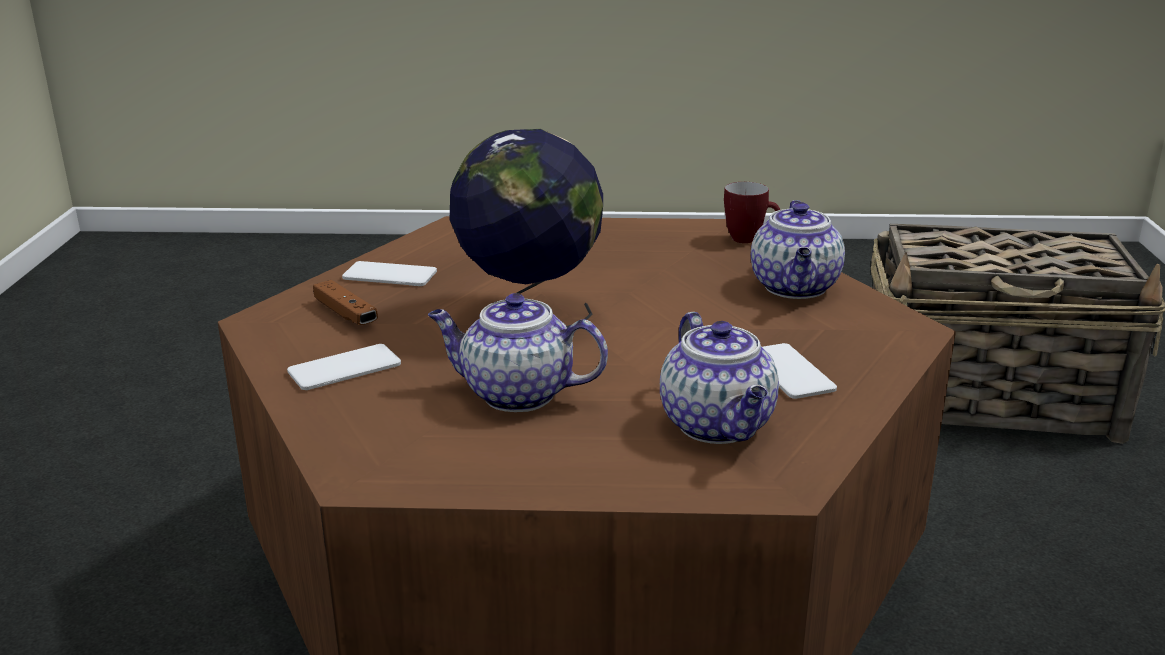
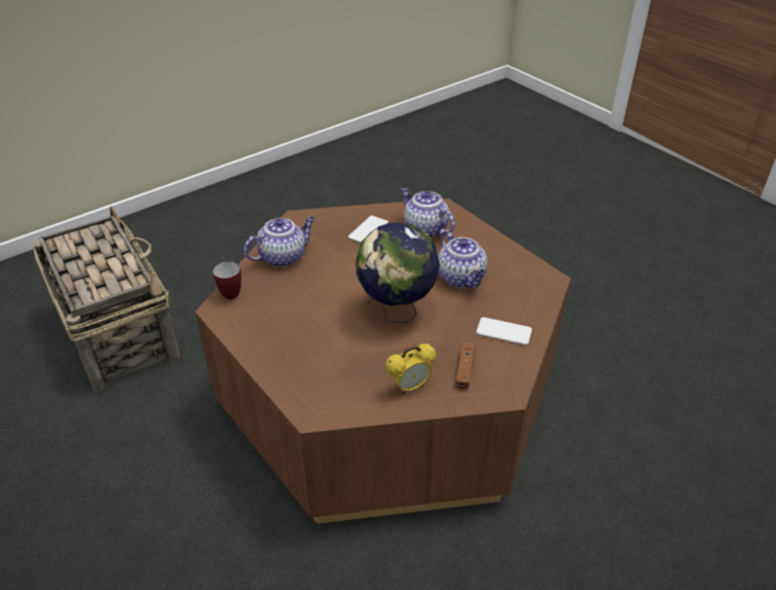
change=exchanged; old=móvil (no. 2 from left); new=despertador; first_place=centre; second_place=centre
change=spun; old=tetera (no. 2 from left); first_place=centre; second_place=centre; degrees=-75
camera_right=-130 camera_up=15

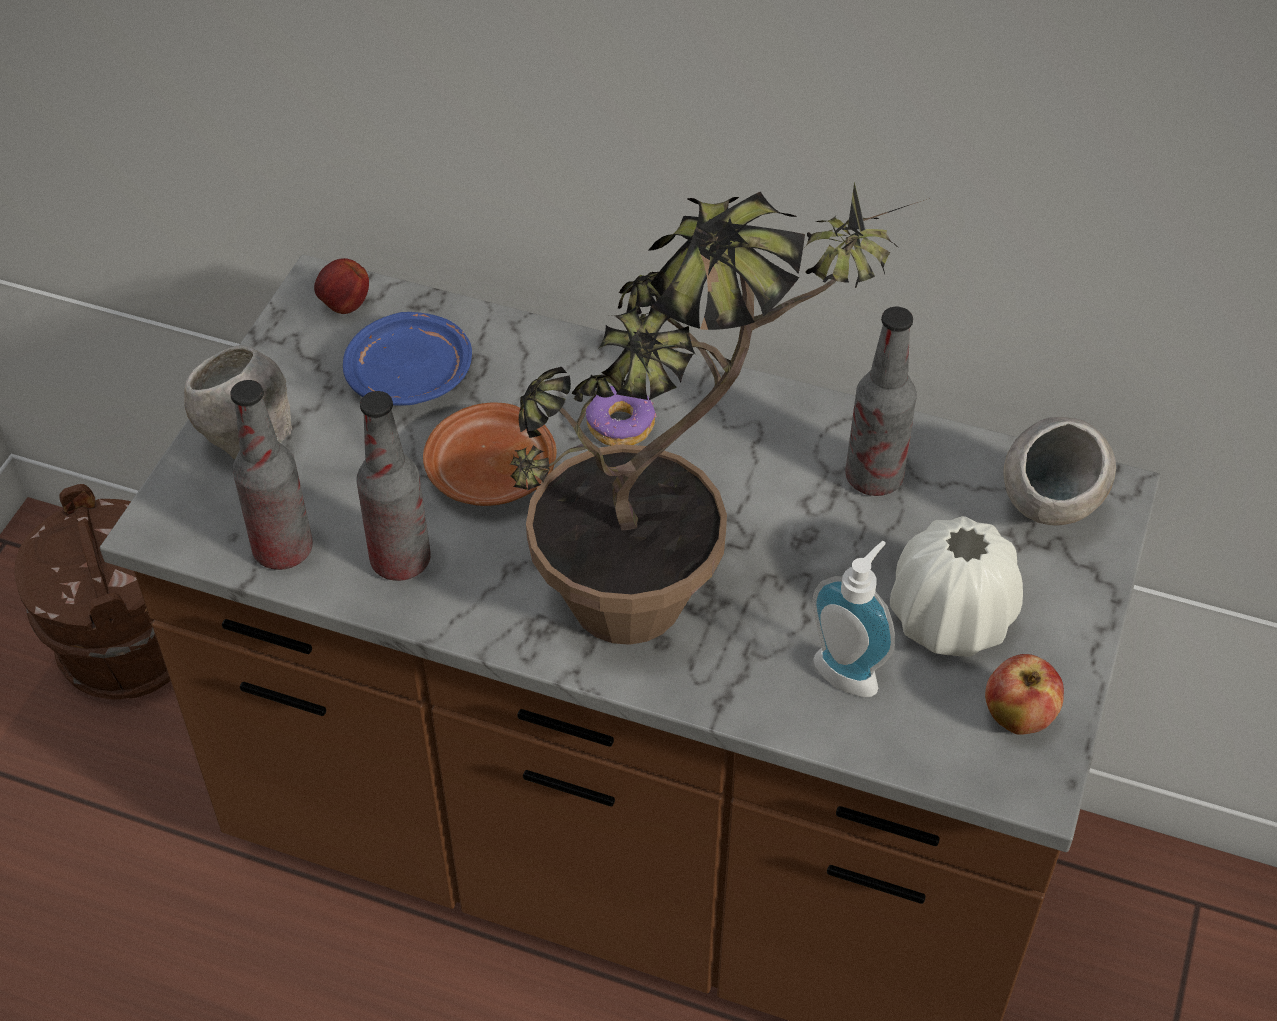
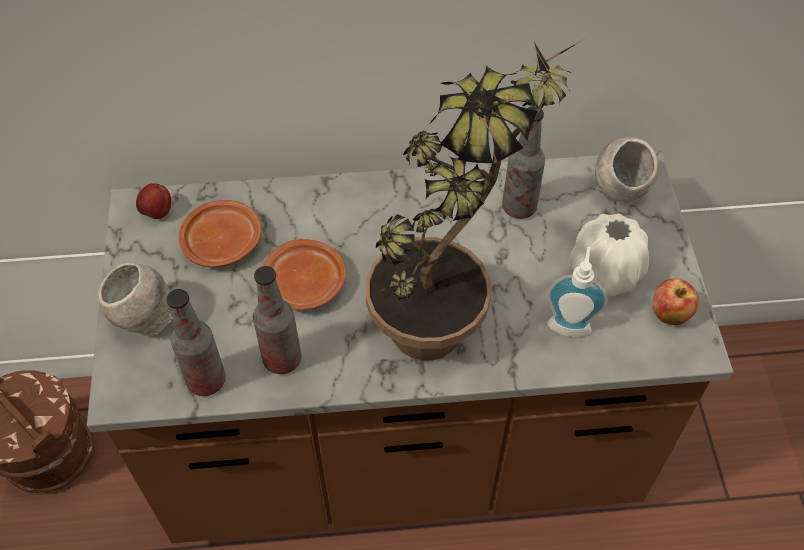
change=colour; old=plato (azul); new=plato (marrón) (no. 1 from left); first_place=middle left; second_place=middle left
change=missing; old=rosquilla; first_place=centre
camera_right=-25 camera_up=5

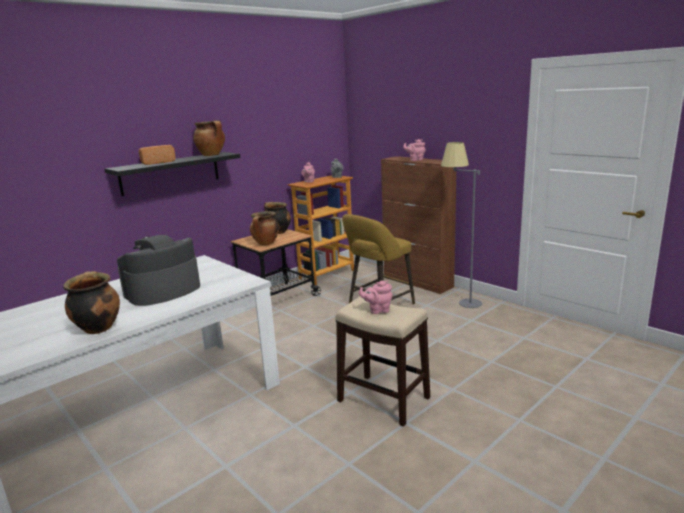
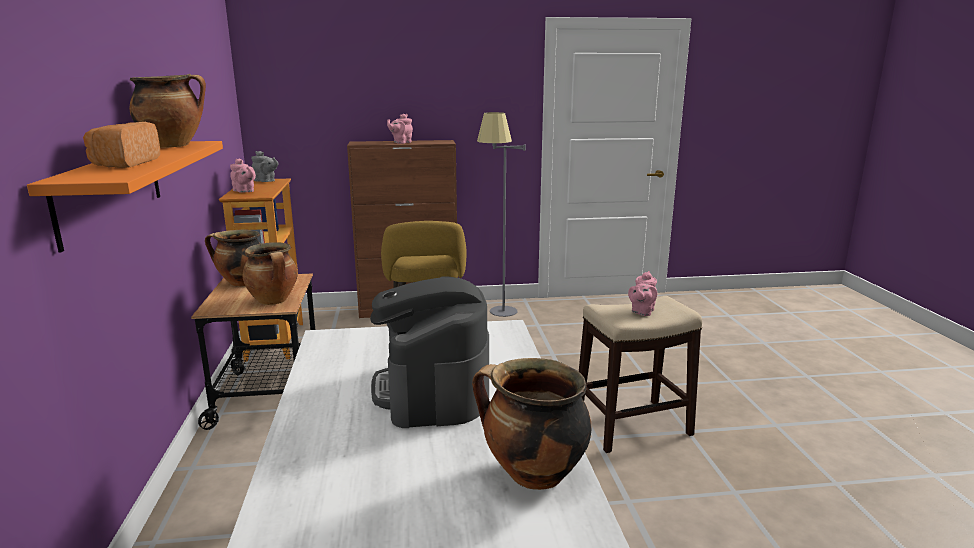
change=colour; old=estante (negro); new=estante (naranja); first_place=middle left; second_place=middle left
camera_right=-55 camera_up=0

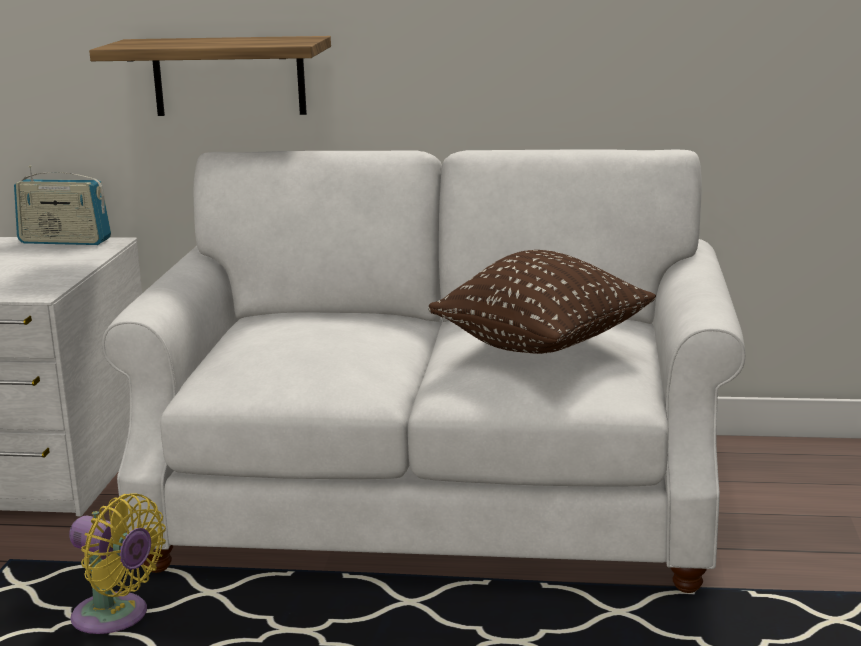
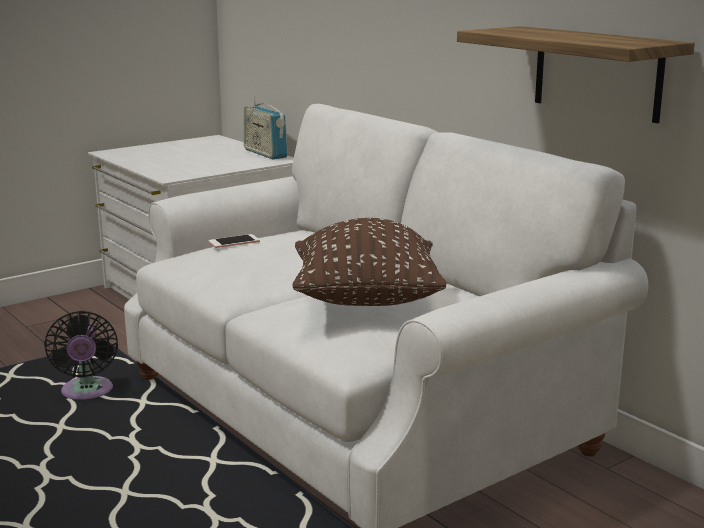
change=colour; old=ventilador (amarillo); new=ventilador (negro); first_place=bottom left; second_place=bottom left
change=relocated; old=estante; first_place=top left; second_place=top right
change=appeared; new=móvil; second_place=middle left
camera_right=45 camera_up=0

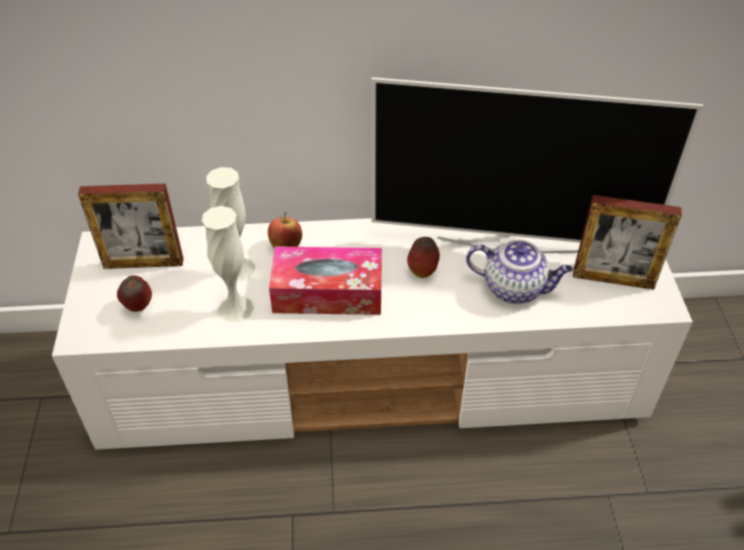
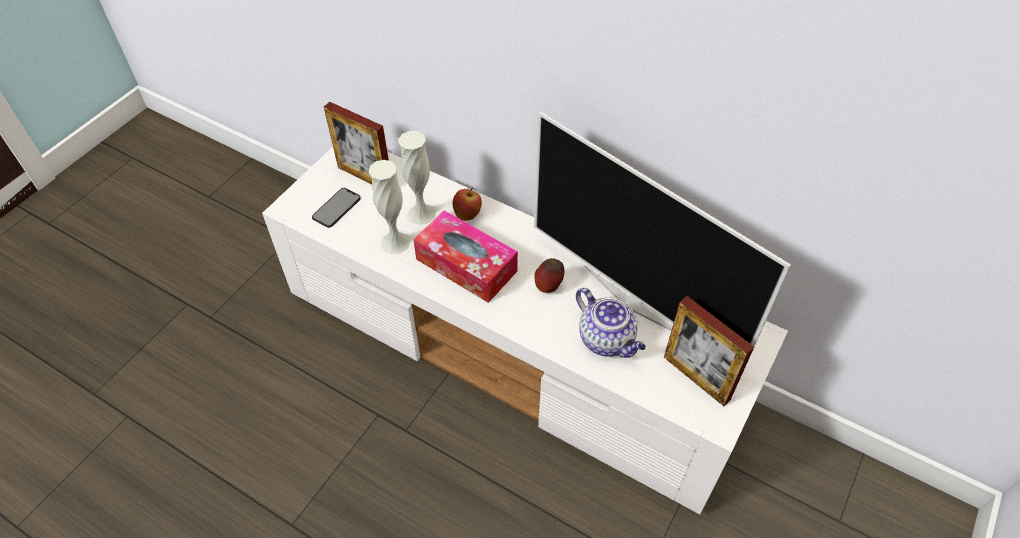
change=exchanged; old=manzana (no. 1 from left); new=móvil; first_place=middle left; second_place=middle left
camera_right=35 camera_up=5

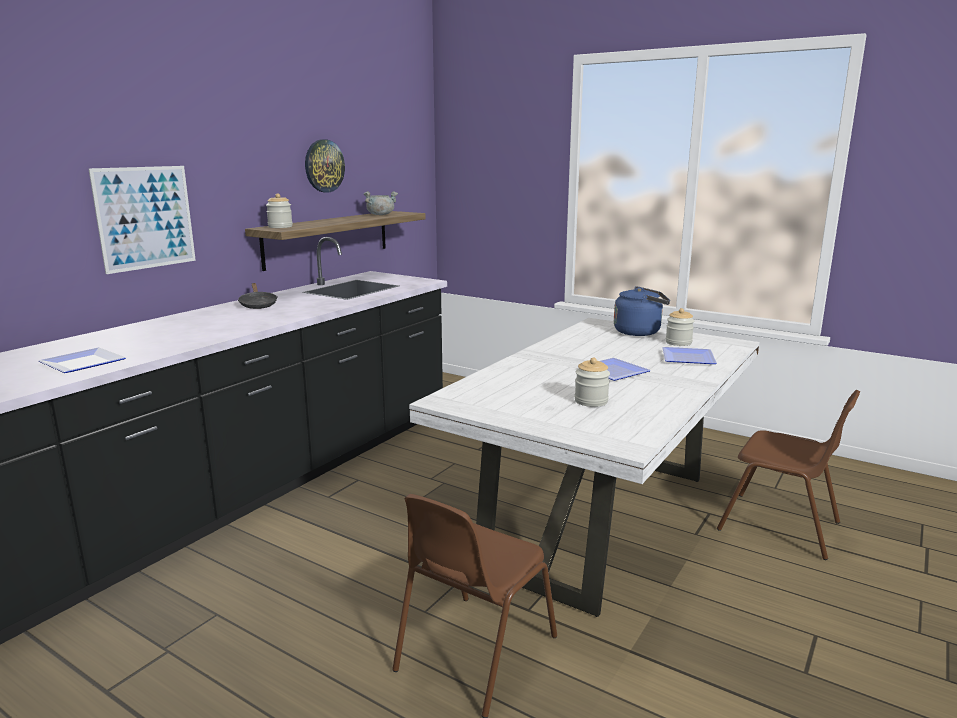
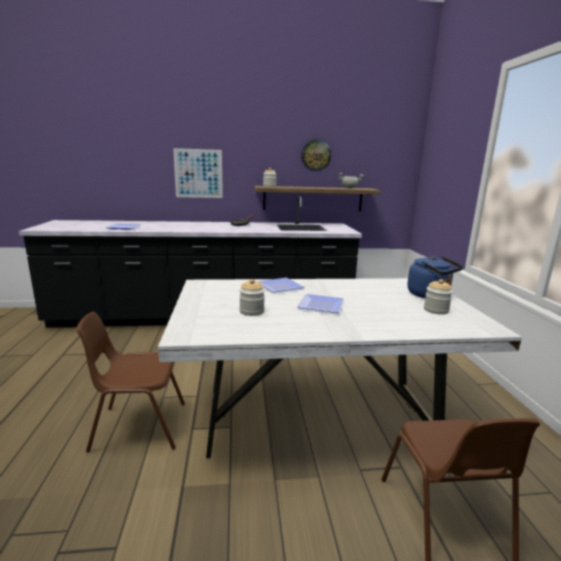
change=relocated; old=plato (no. 3 from left in the first image); new=plato (no. 2 from left); first_place=middle right; second_place=centre
camera_right=50 camera_up=0

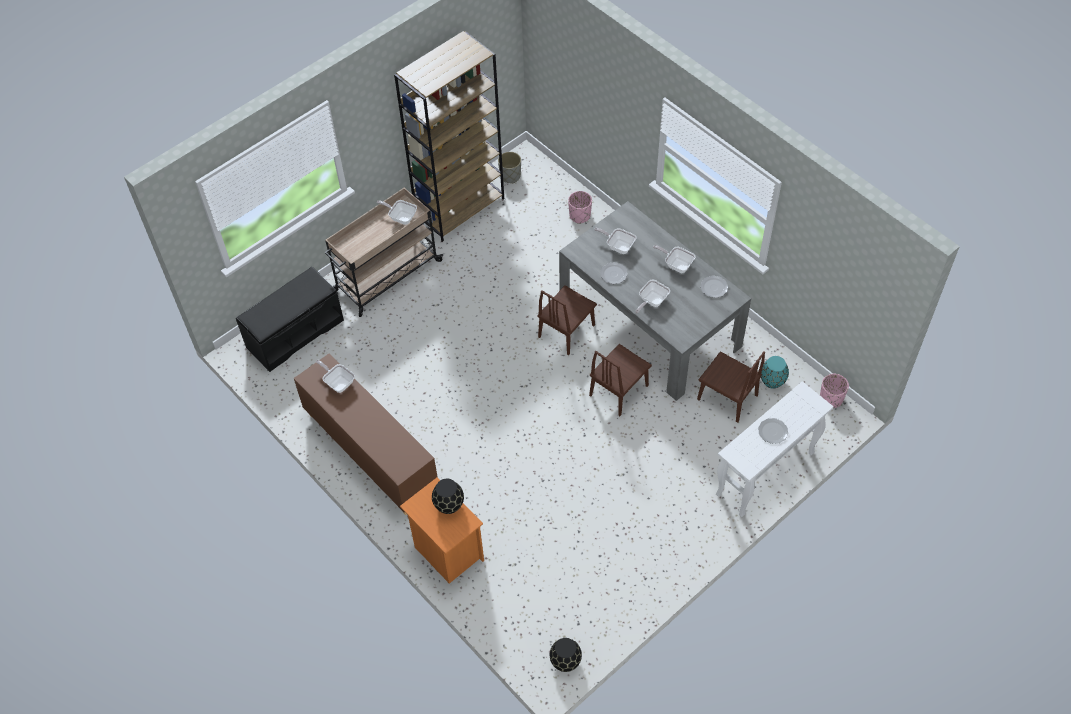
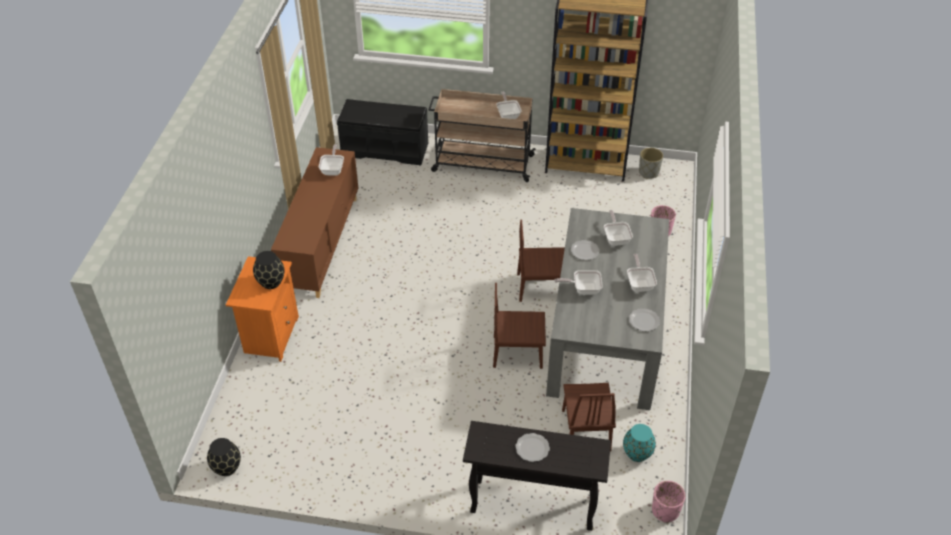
change=colour; old=mesa consola (blanco); new=mesa consola (negro); first_place=middle right; second_place=bottom centre
camera_right=50 camera_up=-10

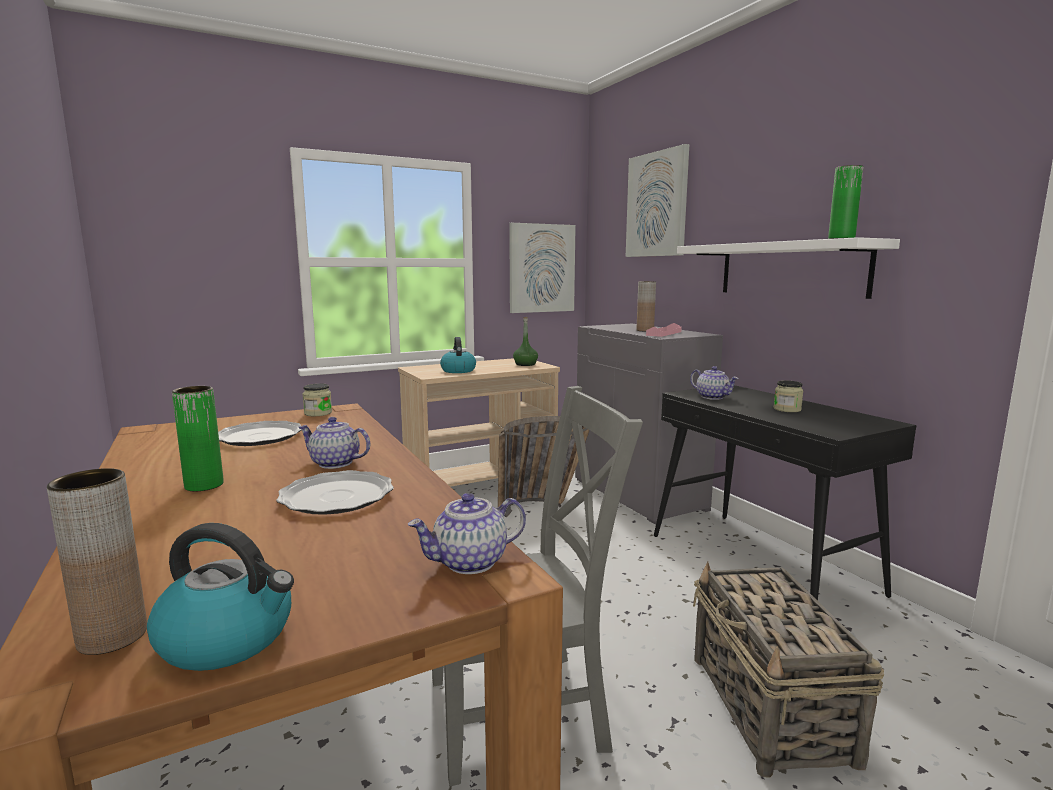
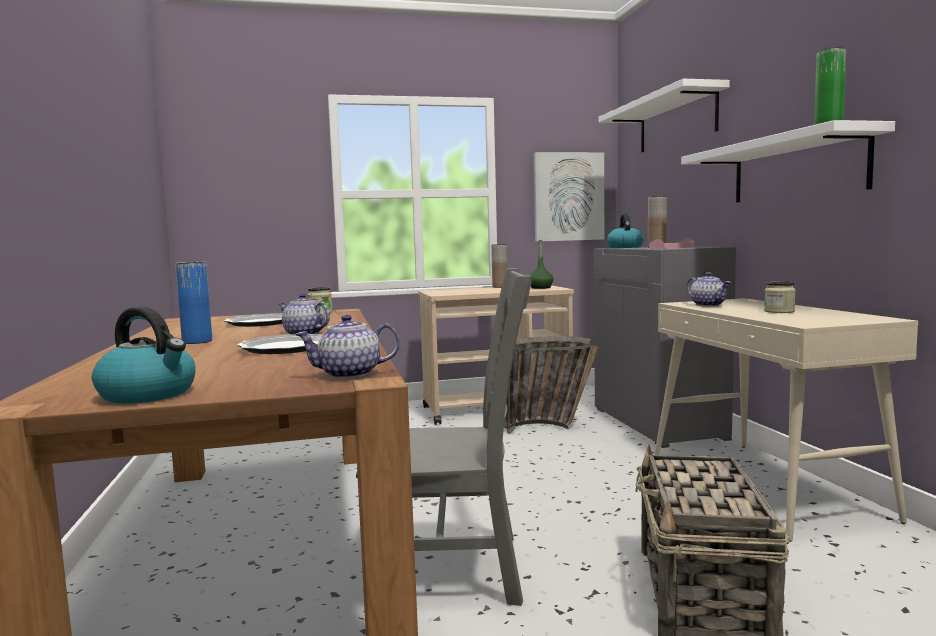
change=relocated; old=florero (marrón) (no. 1 from left); first_place=bottom left; second_place=centre
change=colour; old=florero (verde) (no. 1 from left); new=florero (azul); first_place=middle left; second_place=middle left
change=relocated; old=hervidor (no. 2 from left); first_place=centre; second_place=middle right
change=exchanged; old=cuadro (no. 2 from left); new=estante (blanco) (no. 1 from left); first_place=top centre; second_place=top right
change=colour; old=mesa consola (negro); new=mesa consola (beis); first_place=middle right; second_place=middle right
camera_right=15 camera_up=-5

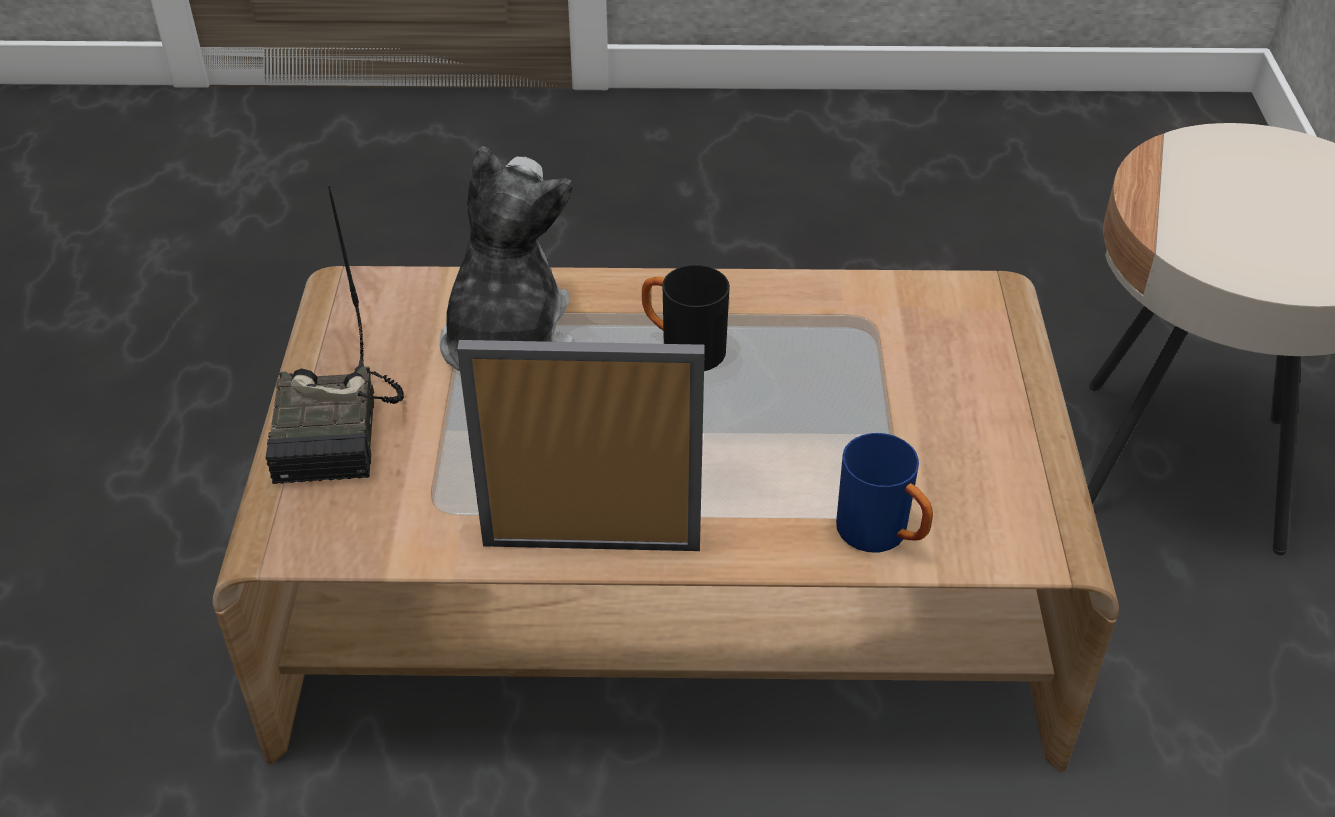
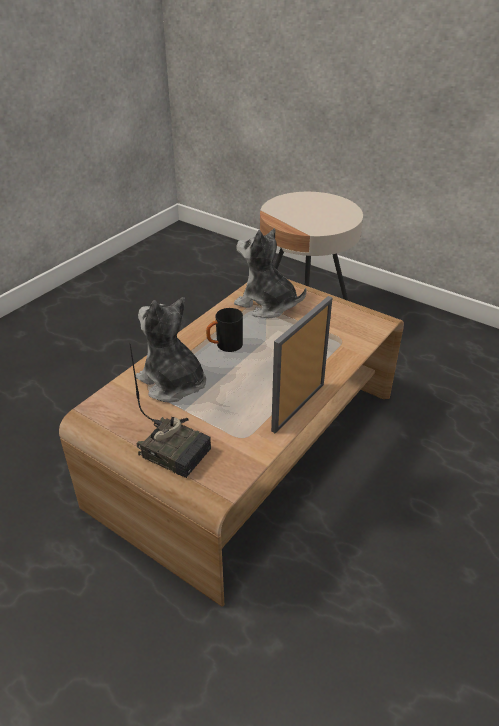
change=missing; old=taza grande (azul); first_place=centre
change=appeared; new=peluche (no. 2 from left); second_place=centre
camera_right=-55 camera_up=-5

